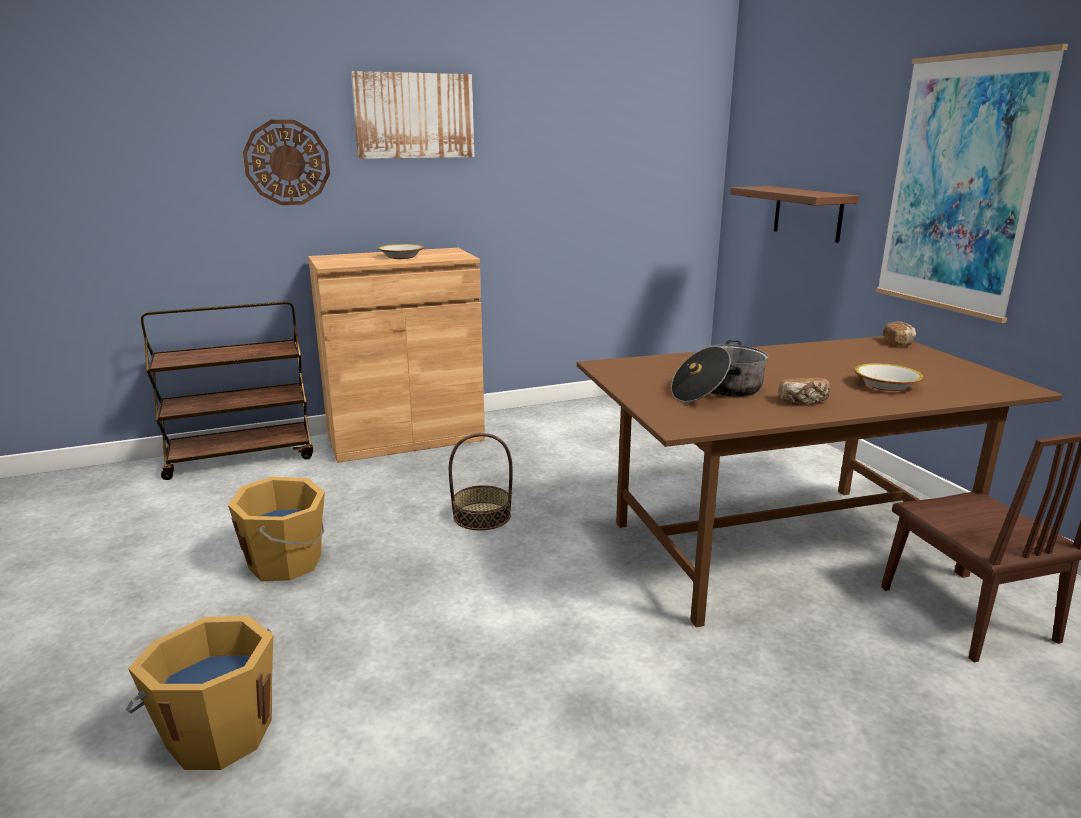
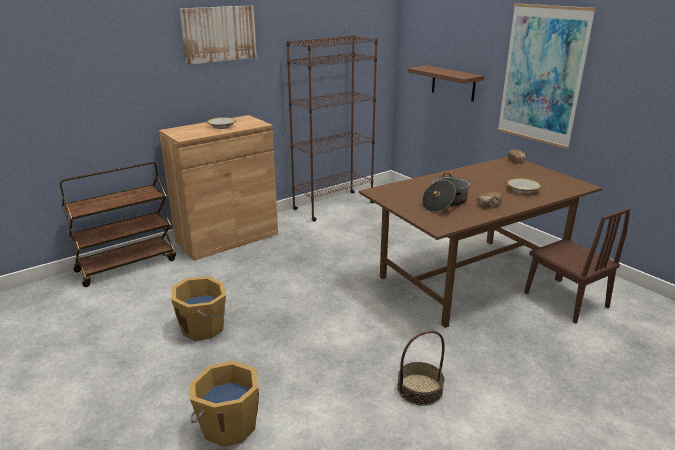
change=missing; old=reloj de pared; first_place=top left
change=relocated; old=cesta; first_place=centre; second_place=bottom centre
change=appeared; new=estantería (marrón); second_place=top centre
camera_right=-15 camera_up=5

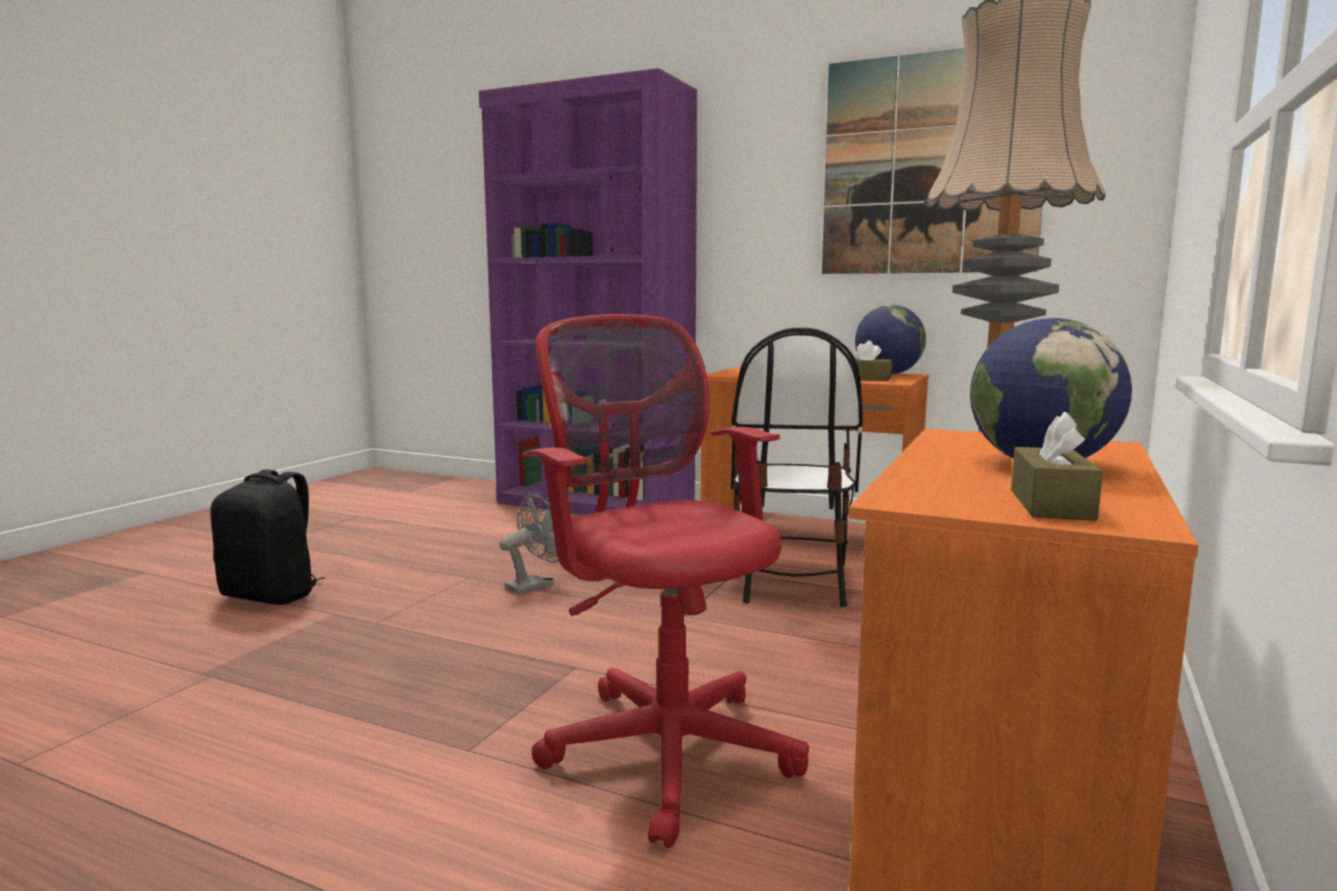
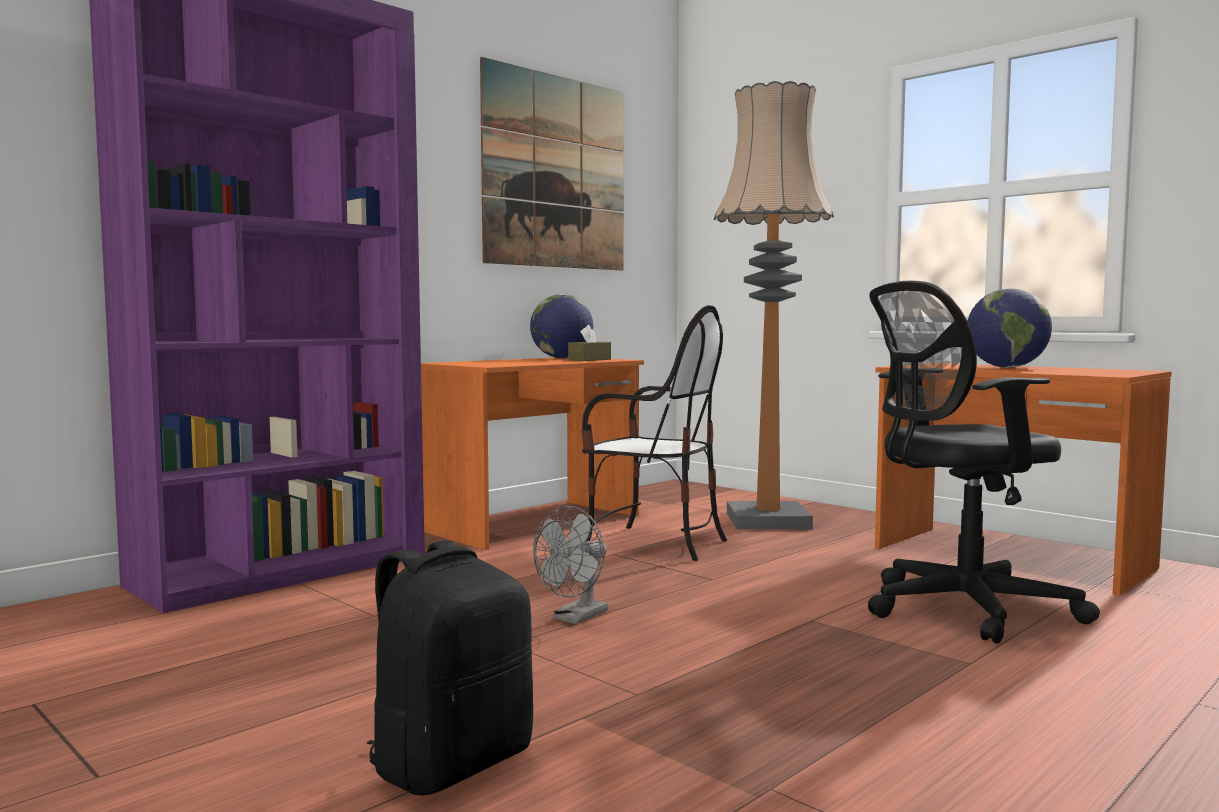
change=spun; old=ventilador (gris); first_place=centre; second_place=bottom centre; degrees=-120
change=colour; old=silla de oficina (rojo); new=silla de oficina (negro); first_place=centre; second_place=middle right
change=missing; old=caja de pañuelos (marrón) (no. 2 from left); first_place=middle right
camera_right=-70 camera_up=-5

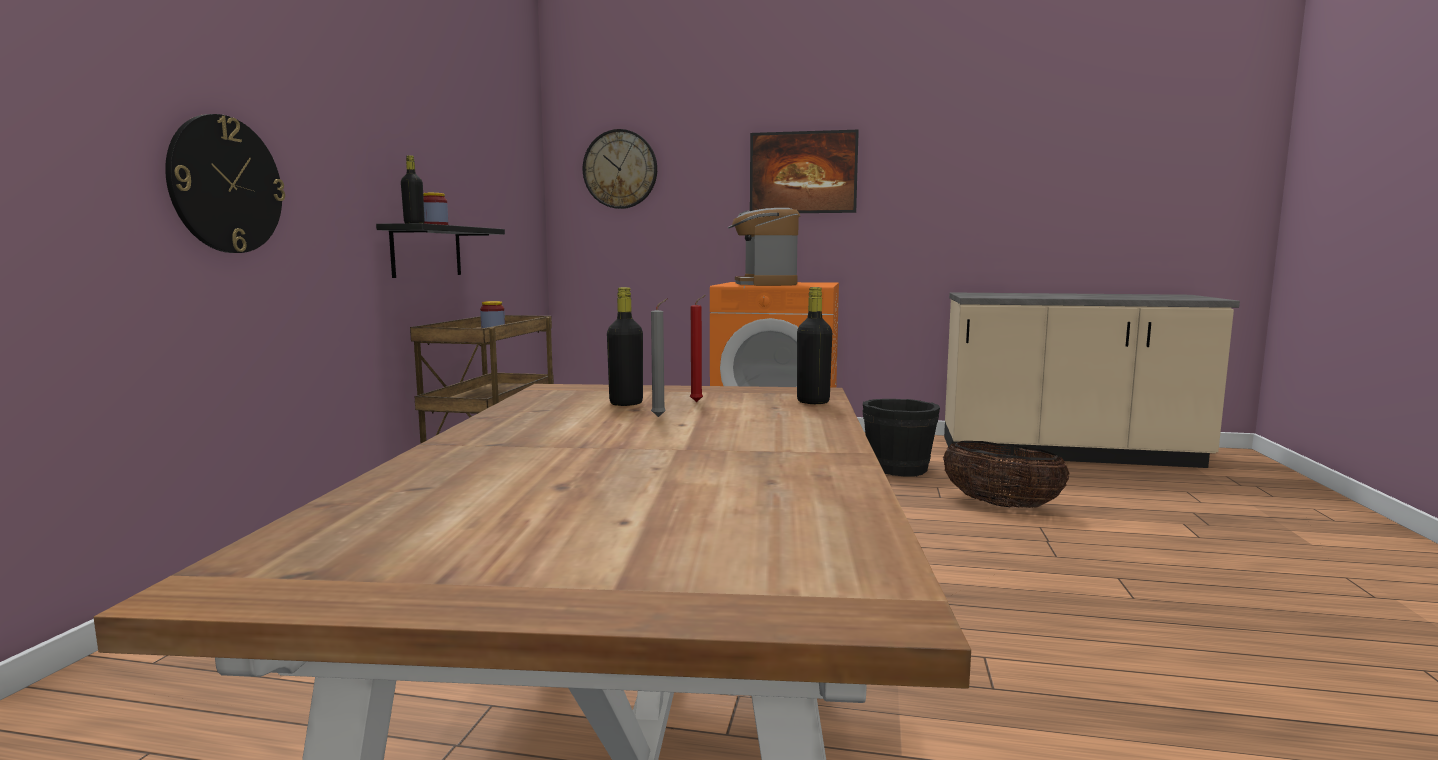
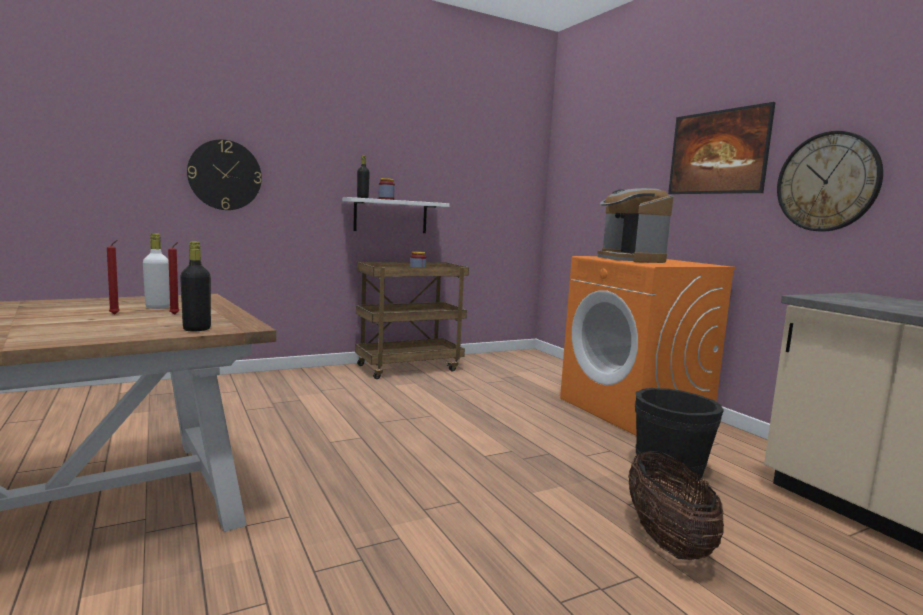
change=colour; old=estante (negro); new=estante (blanco); first_place=top left; second_place=centre
change=relocated; old=reloj de pared (no. 2 from left); first_place=top centre; second_place=top right
change=colour; old=botella (negro) (no. 2 from left); new=botella (blanco); first_place=centre; second_place=middle left
change=colour; old=vela (gris); new=vela (rojo) (no. 1 from left); first_place=centre; second_place=middle left
change=spun; old=cafetera; first_place=top centre; second_place=middle right; degrees=-60
camera_right=50 camera_up=0

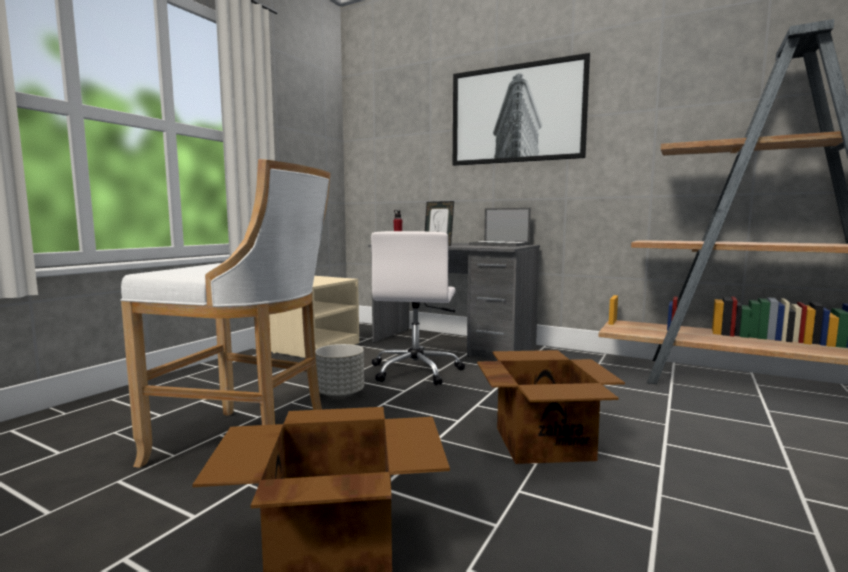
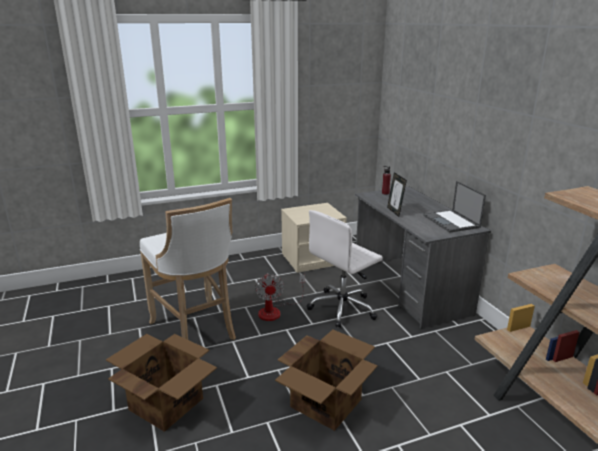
change=exchanged; old=maceta (gris); new=ventilador; first_place=centre; second_place=centre
change=missing; old=cuadro; first_place=top centre
camera_right=40 camera_up=15

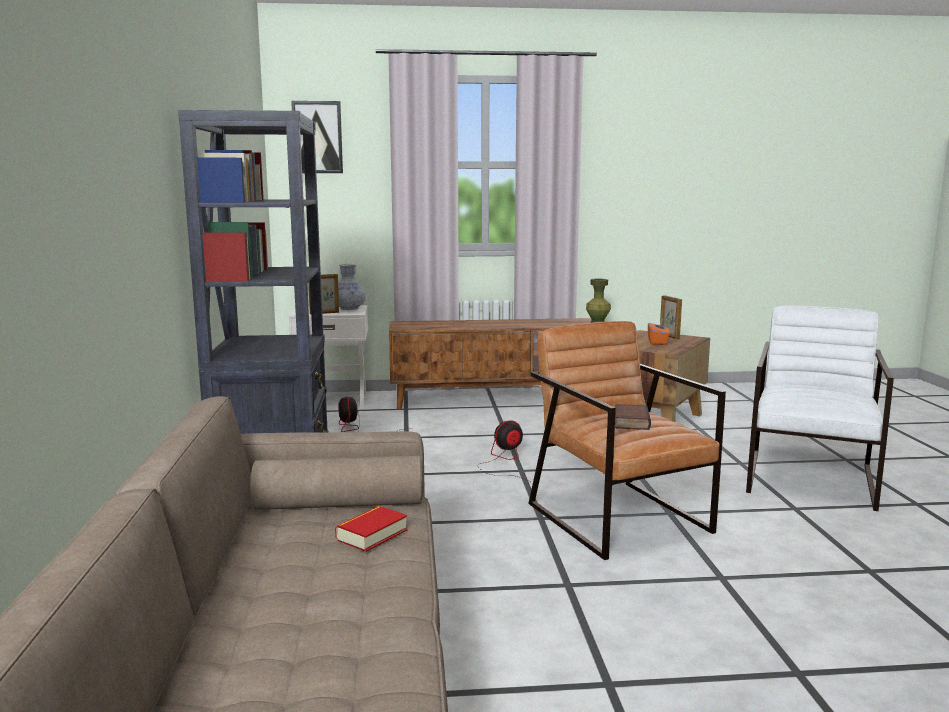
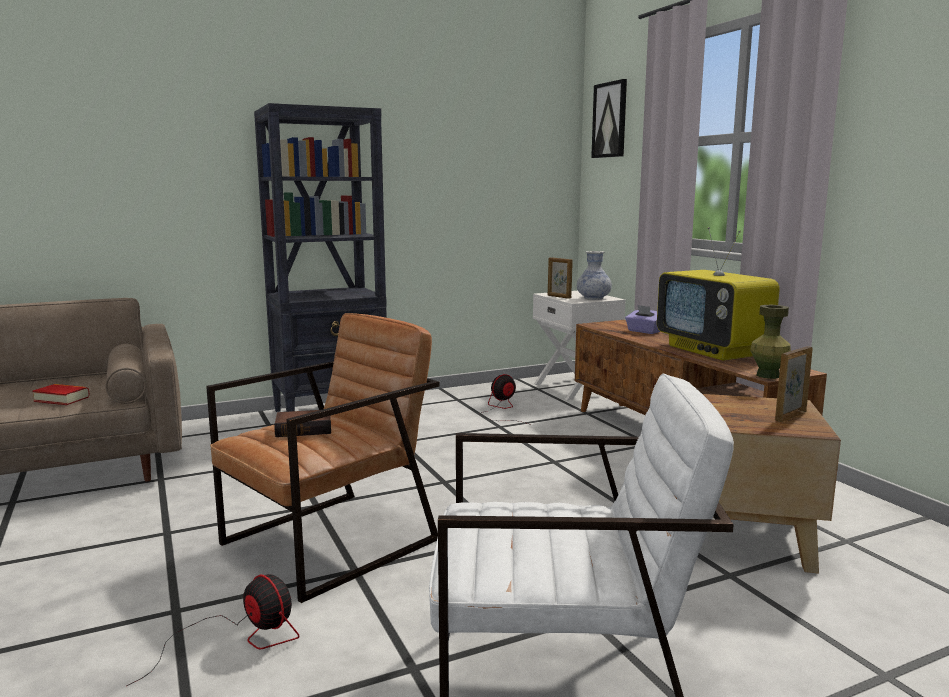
change=relocated; old=ventilador (no. 2 from left in the first image); new=ventilador (no. 1 from left); first_place=centre; second_place=bottom left
change=missing; old=caja de pañuelos (naranja); first_place=middle right
change=appeared; new=caja de pañuelos (morado); second_place=middle right
change=appeared; new=televisor; second_place=middle right
camera_right=70 camera_up=0

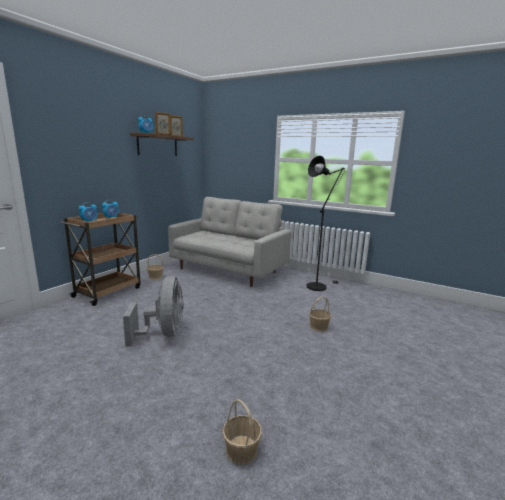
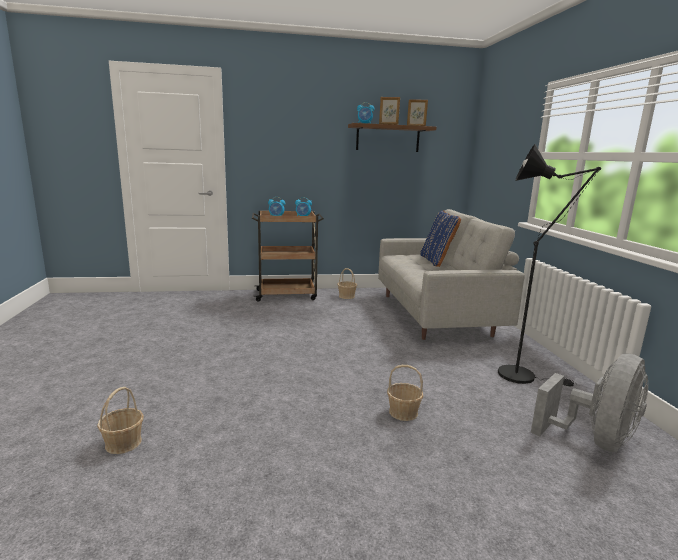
change=relocated; old=ventilador (gris); first_place=middle left; second_place=bottom right
change=appeared; new=cojín (azul); second_place=centre
camera_right=50 camera_up=0

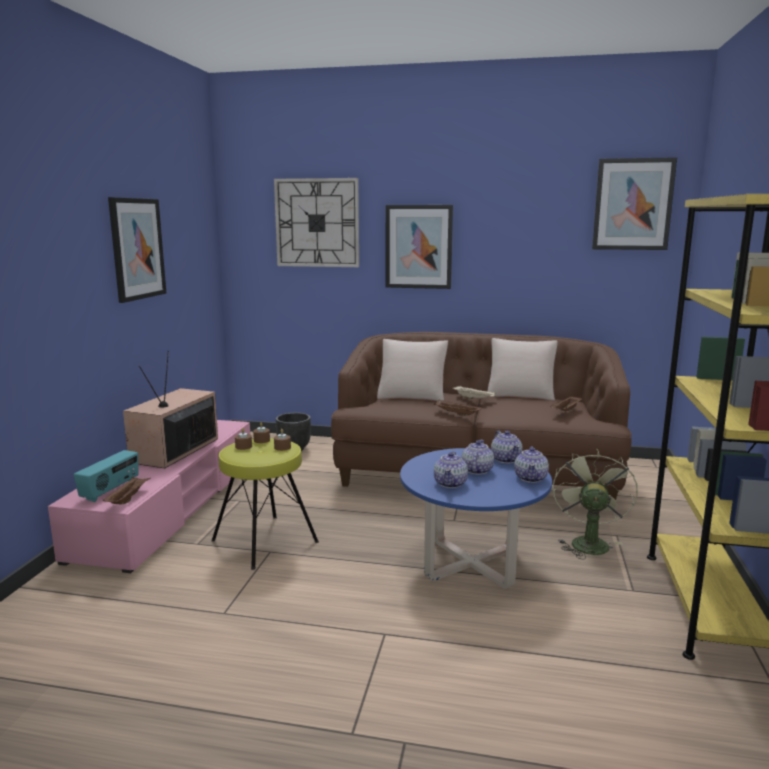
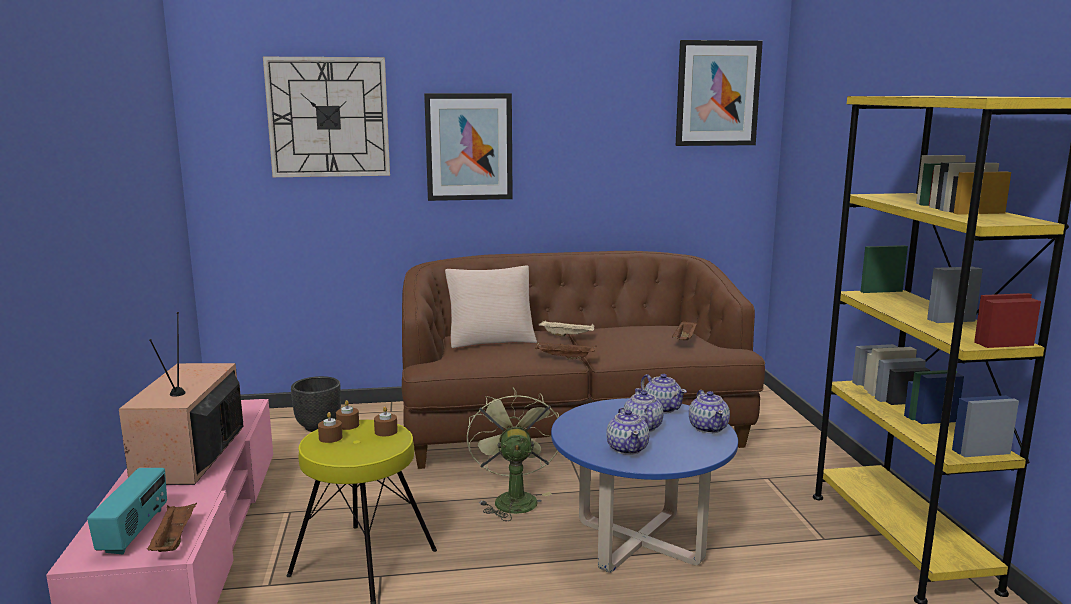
change=missing; old=cuadro (no. 1 from left); first_place=top left
change=missing; old=cojín (beis) (no. 2 from left); first_place=middle right
change=relocated; old=ventilador (verde); first_place=middle right; second_place=bottom centre
camera_right=-20 camera_up=0

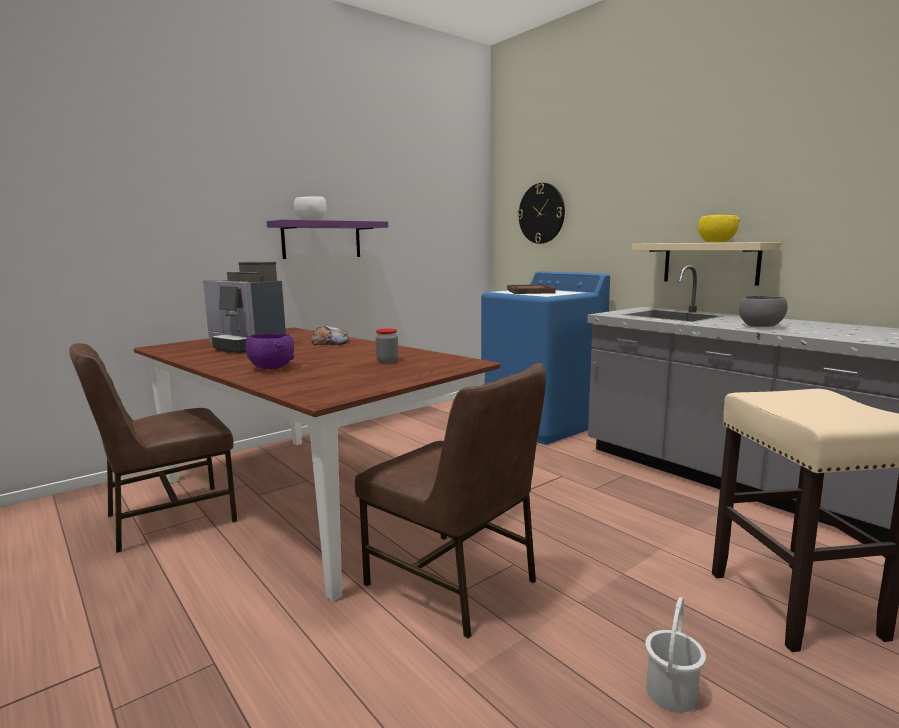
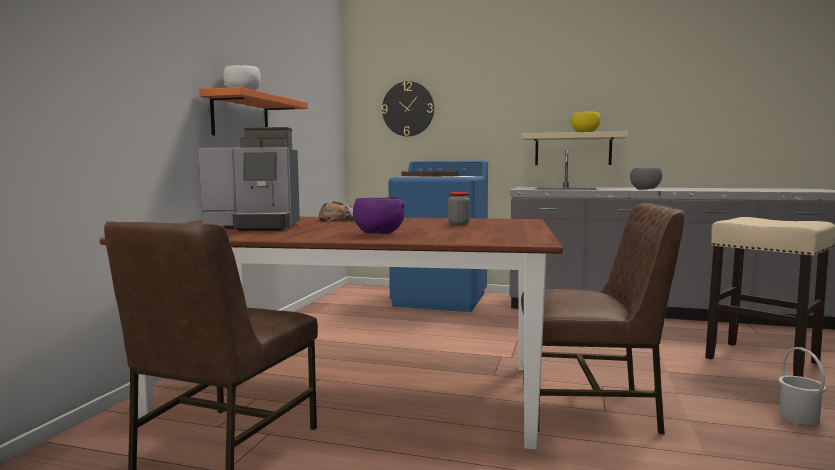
change=colour; old=estante (morado); new=estante (naranja); first_place=top centre; second_place=top left
camera_right=-35 camera_up=-5

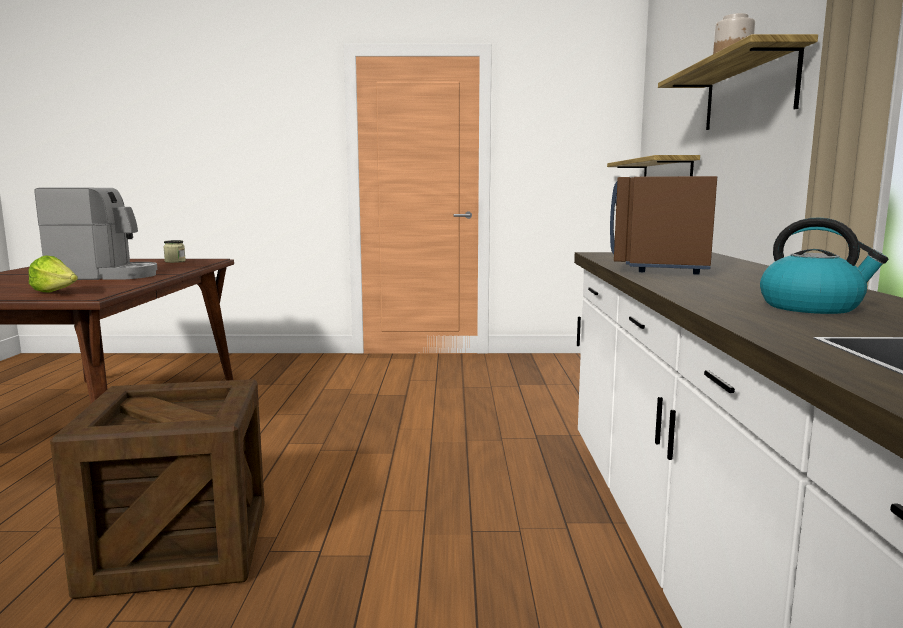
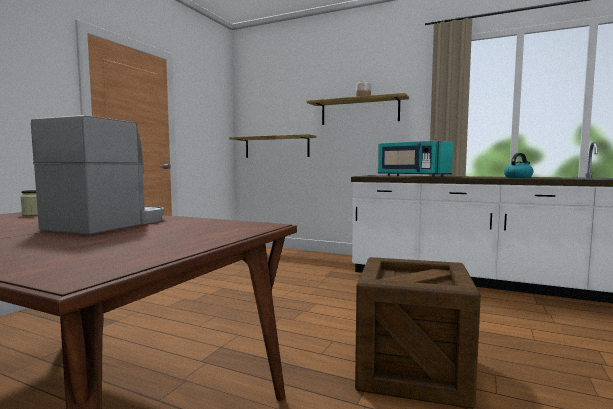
change=missing; old=lechuga; first_place=middle left
change=colour; old=microondas (marrón); new=microondas (turquesa); first_place=middle right; second_place=middle right
camera_right=-65 camera_up=-5

